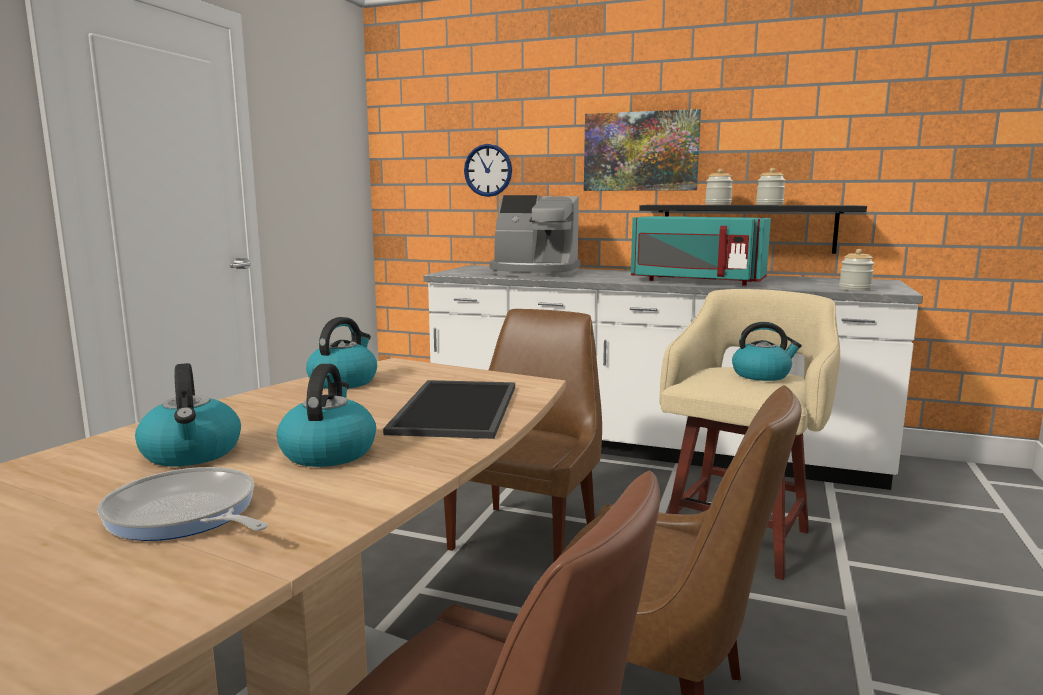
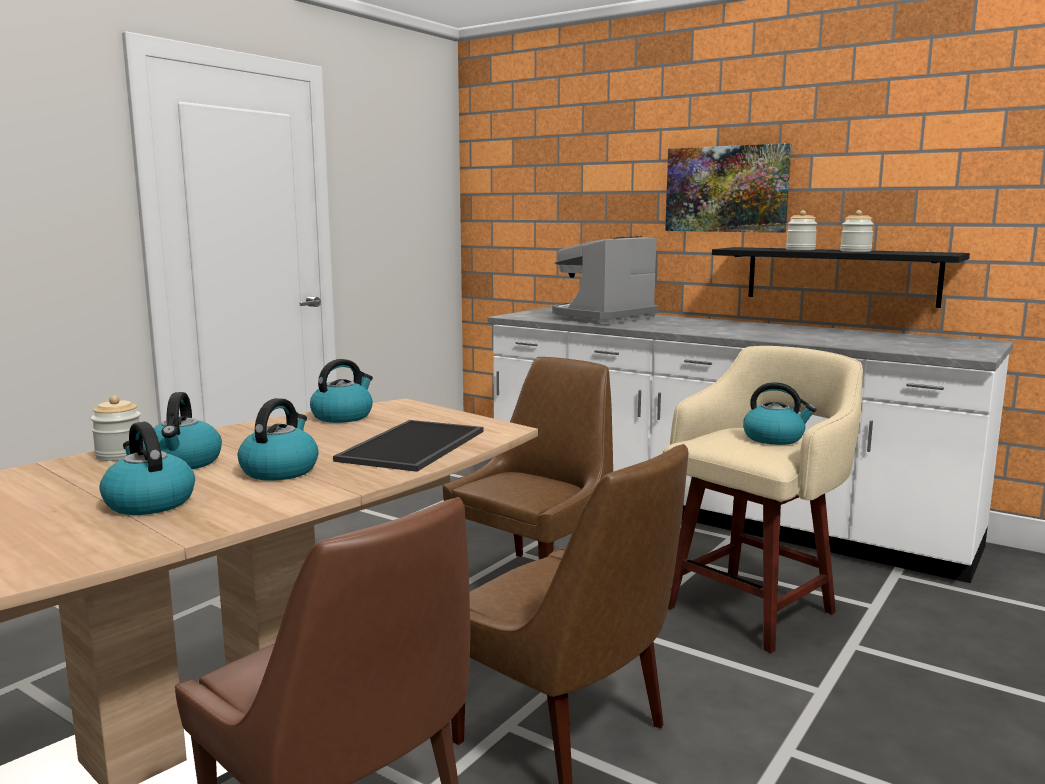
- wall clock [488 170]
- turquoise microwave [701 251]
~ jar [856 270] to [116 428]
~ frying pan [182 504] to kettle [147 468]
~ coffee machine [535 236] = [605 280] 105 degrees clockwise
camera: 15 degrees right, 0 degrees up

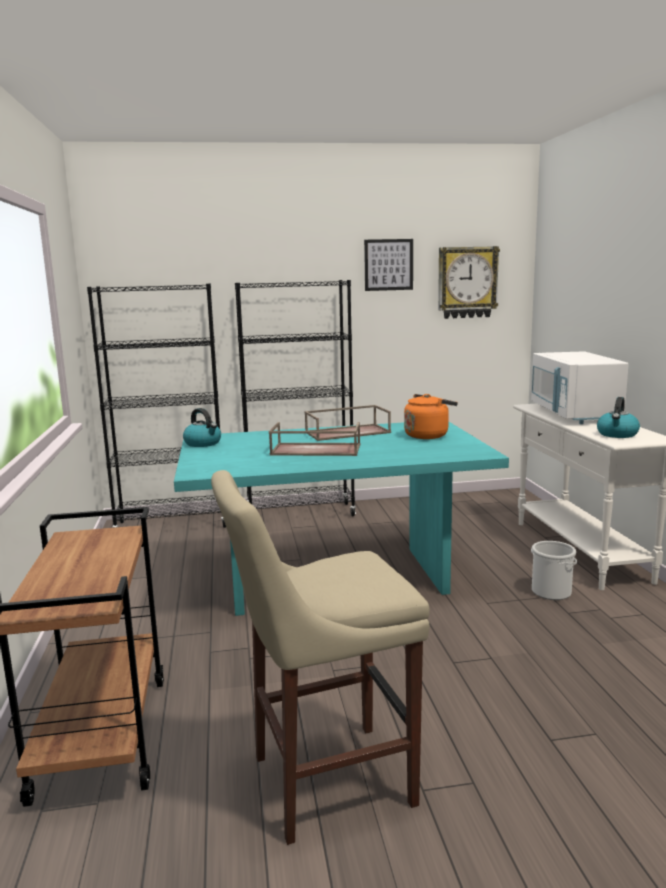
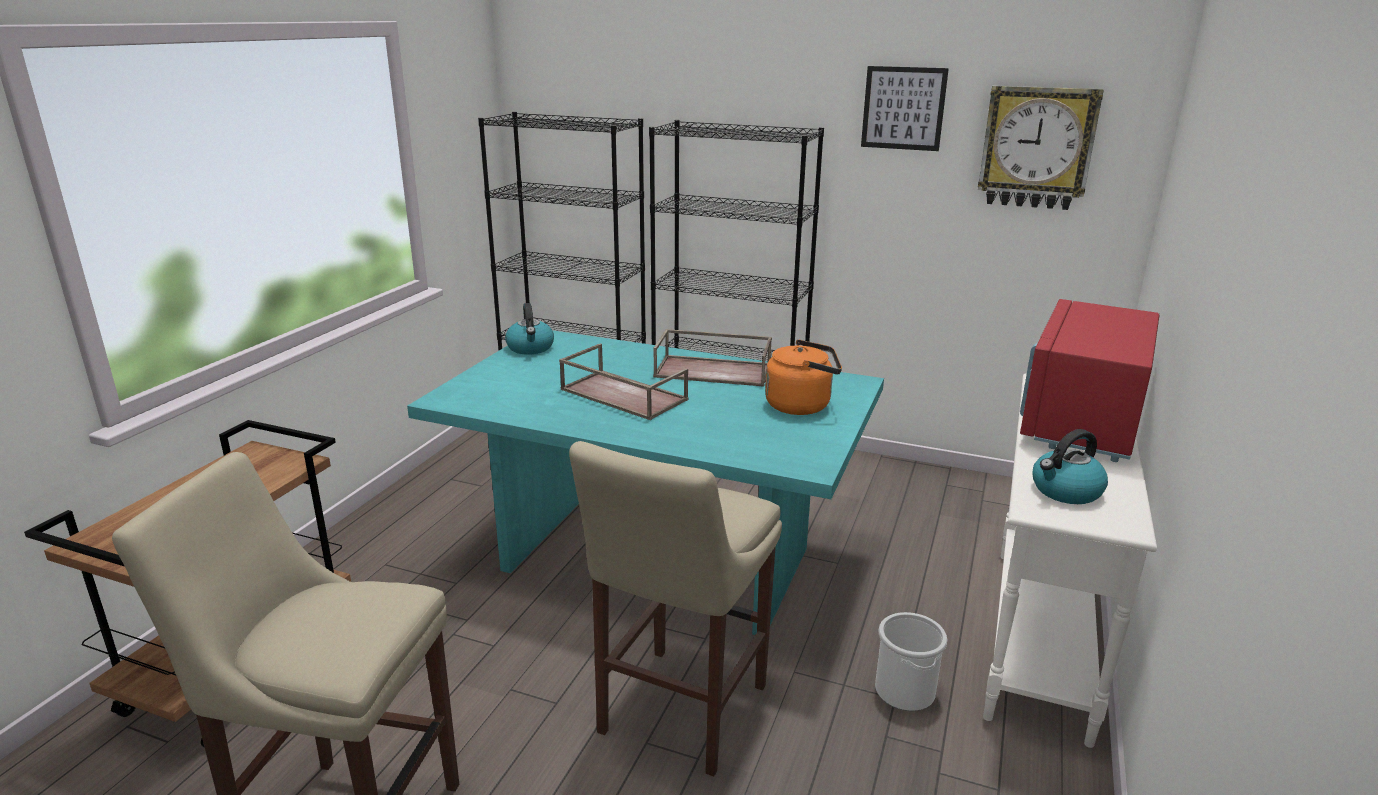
+ beige stool [675 609]
~ white microwave [580 387] to red microwave [1089 380]
camera: 30 degrees right, 10 degrees up

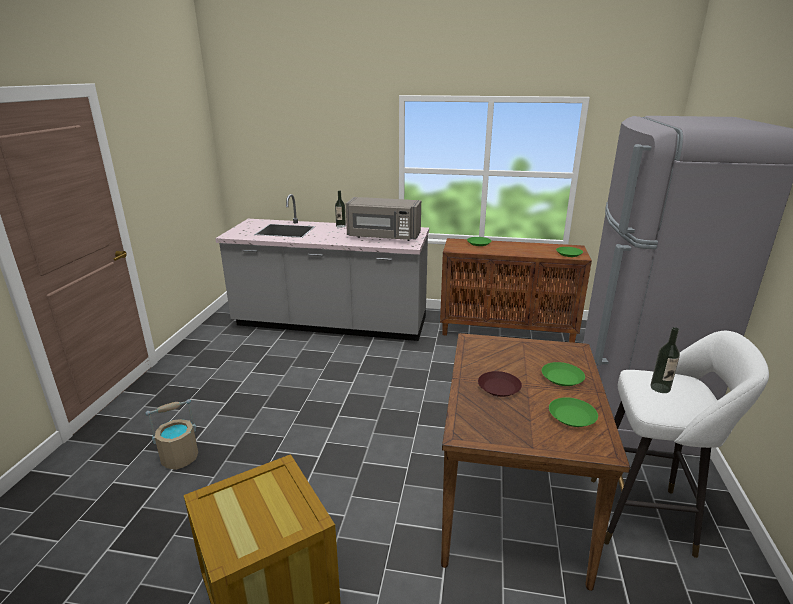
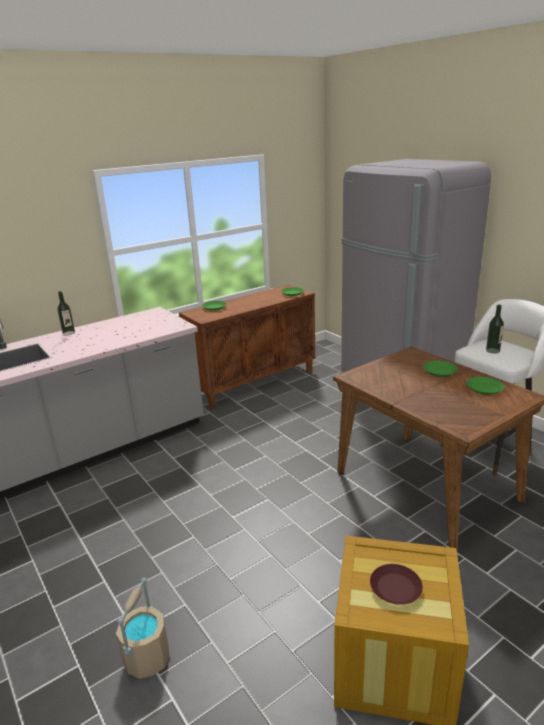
- grey microwave [383 219]
~ brown plate [500 384] to [396 584]
camera: 45 degrees left, 0 degrees up

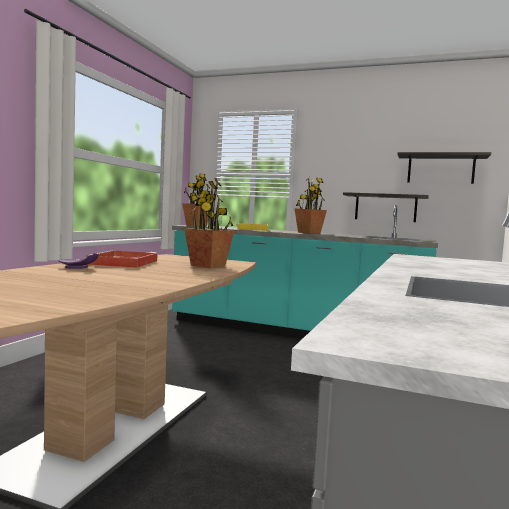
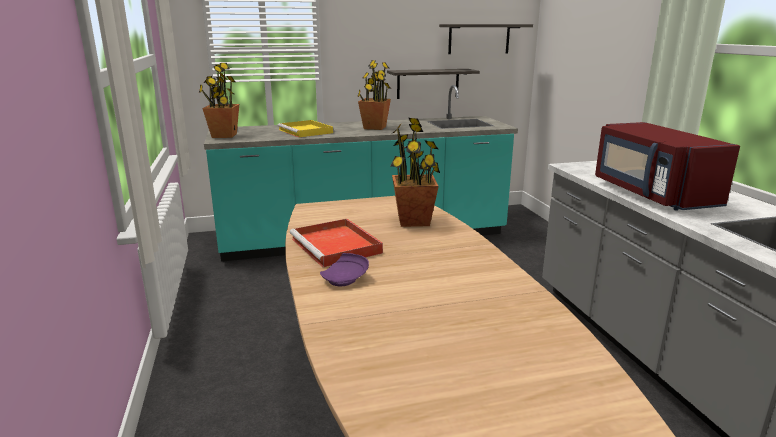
+ red microwave [667 166]
camera: 35 degrees left, 15 degrees up

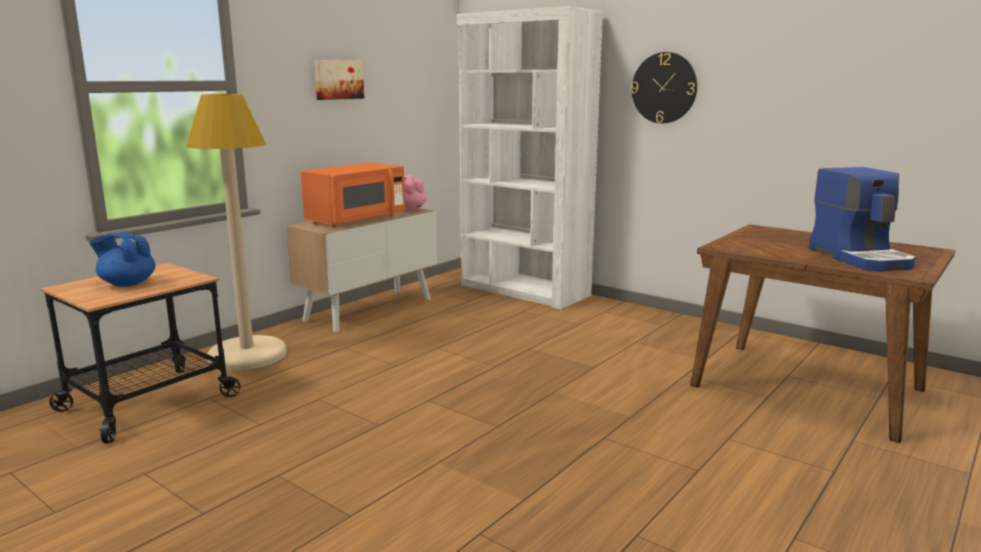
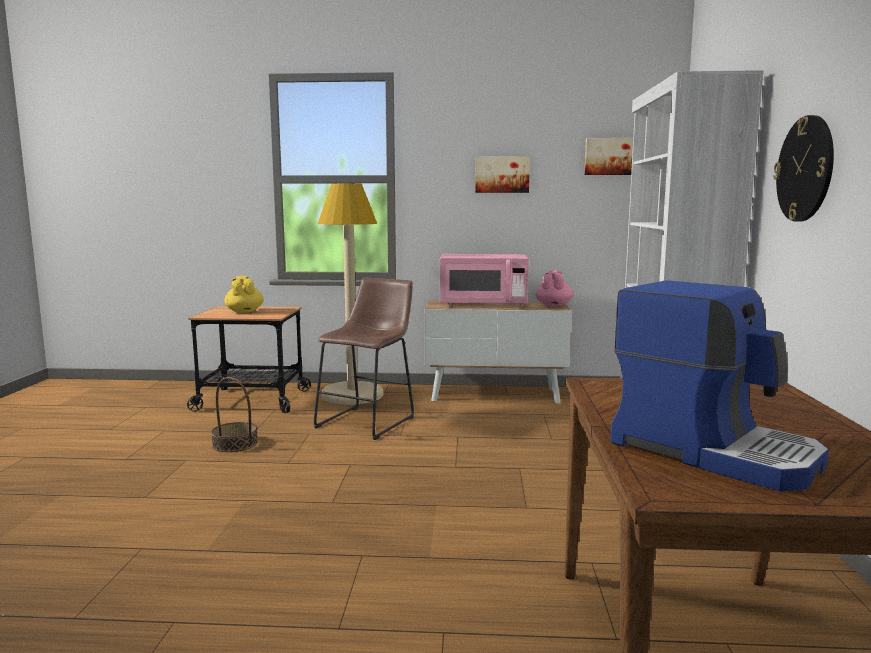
+ basket [234 414]
+ brown stool [364 358]
+ picture [608 156]
~ blue teapot [122 259] to yellow teapot [244 294]
~ orange microwave [353 195] to pink microwave [484 280]
~ coffee machine [862 219] = [719 385] 90 degrees counterclockwise
camera: 55 degrees right, 5 degrees down

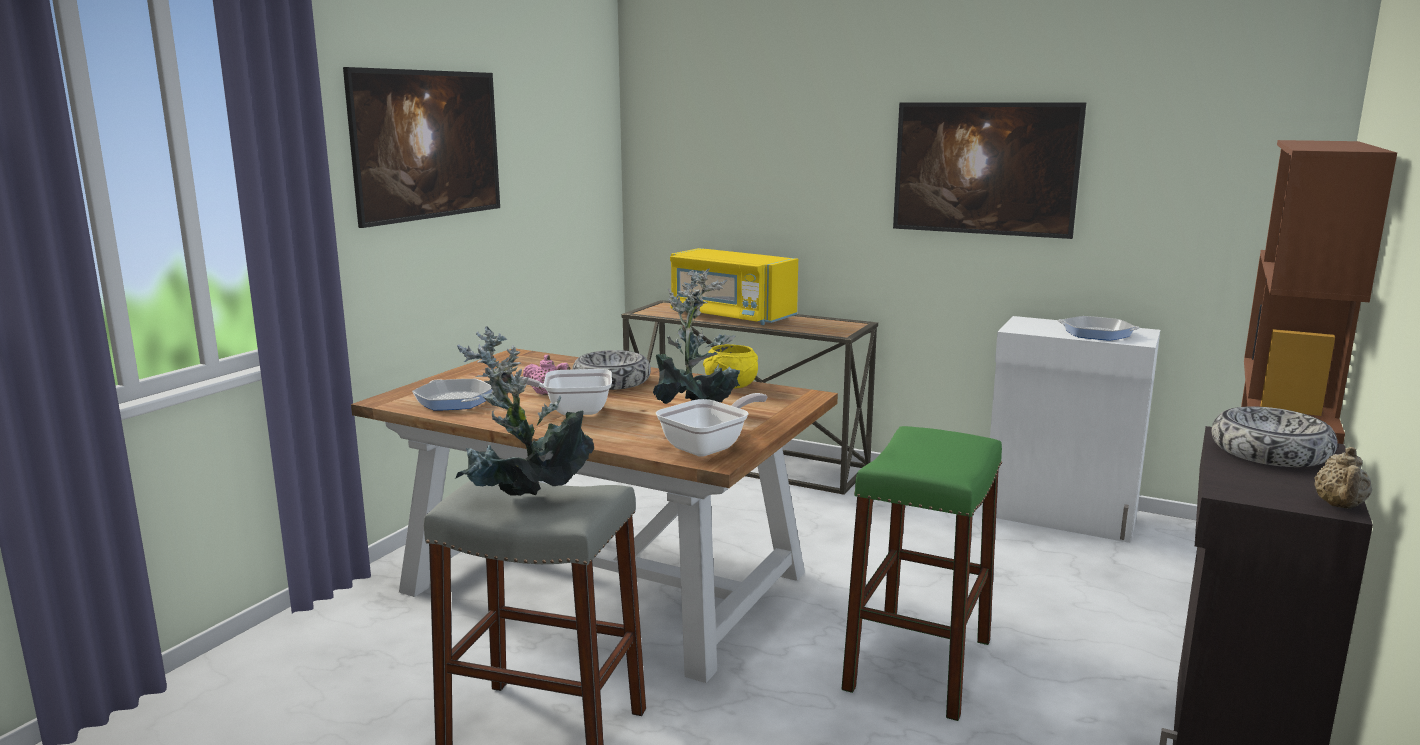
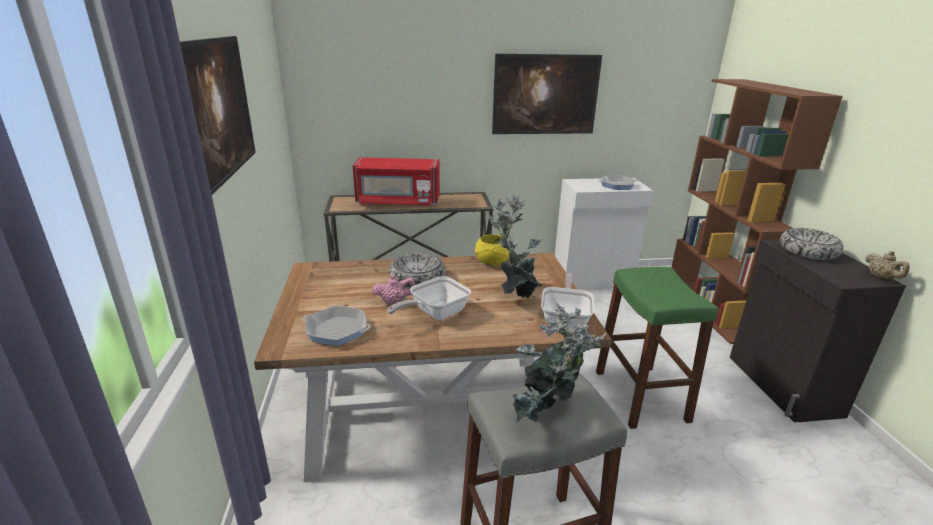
~ yellow microwave [734 286] to red microwave [396 181]
camera: 35 degrees left, 10 degrees up

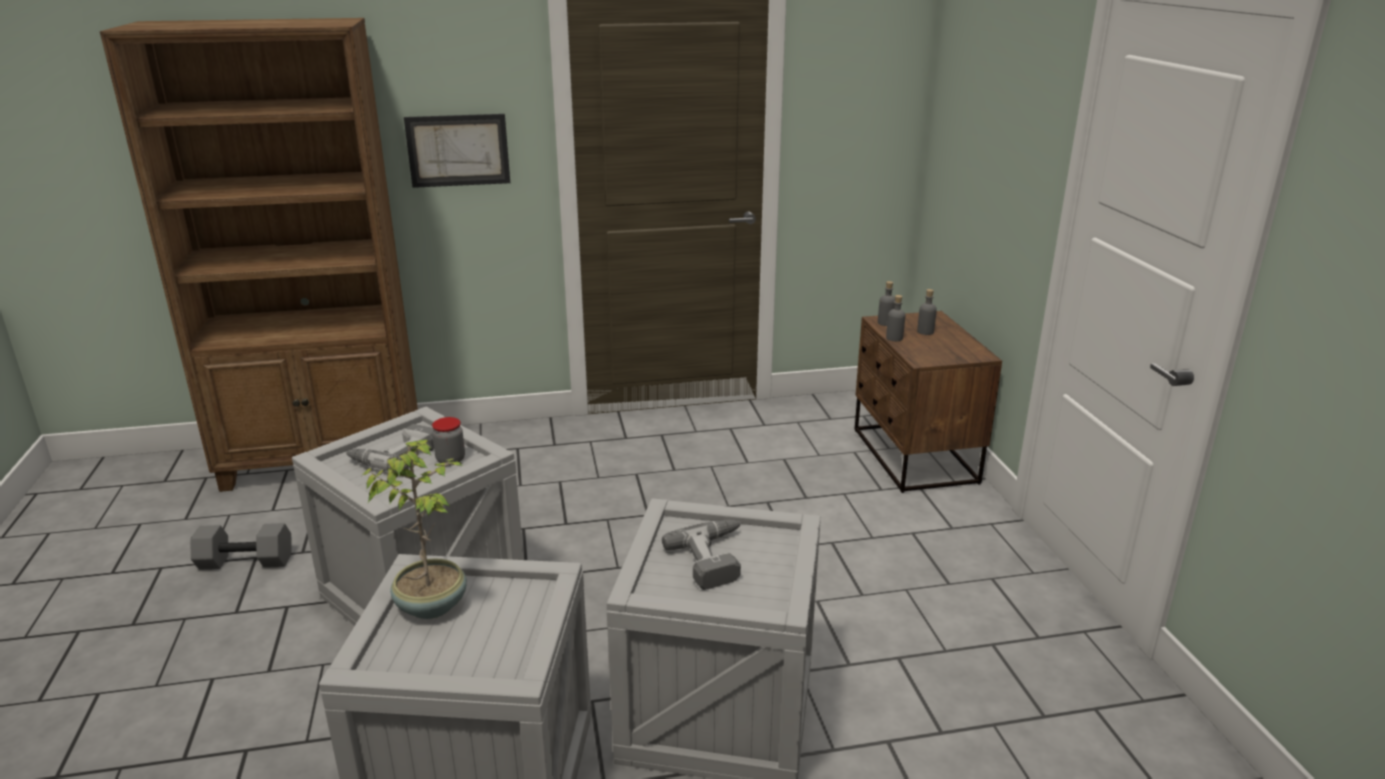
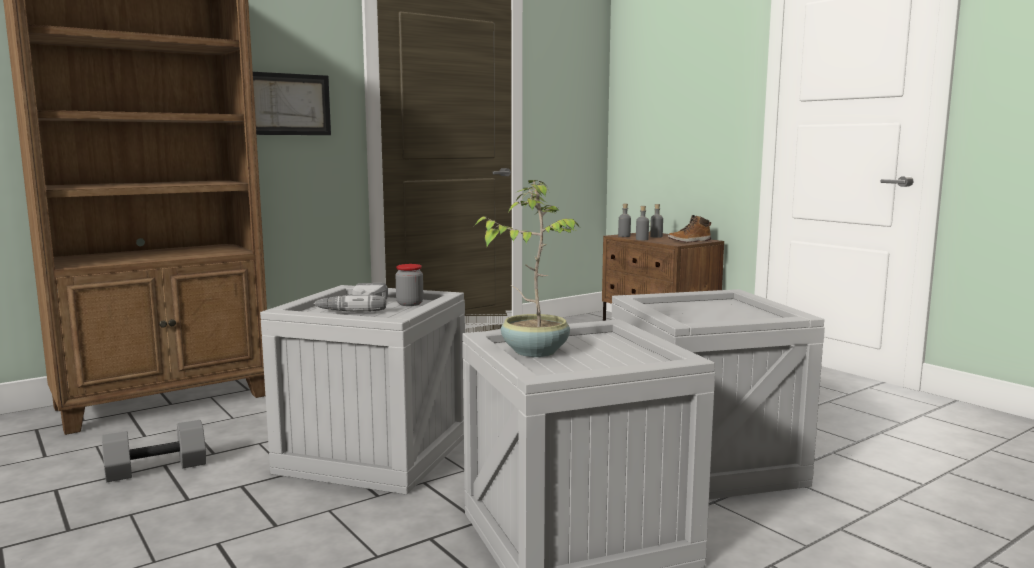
- power drill [701 555]
+ boot [689 228]
camera: 25 degrees left, 15 degrees down

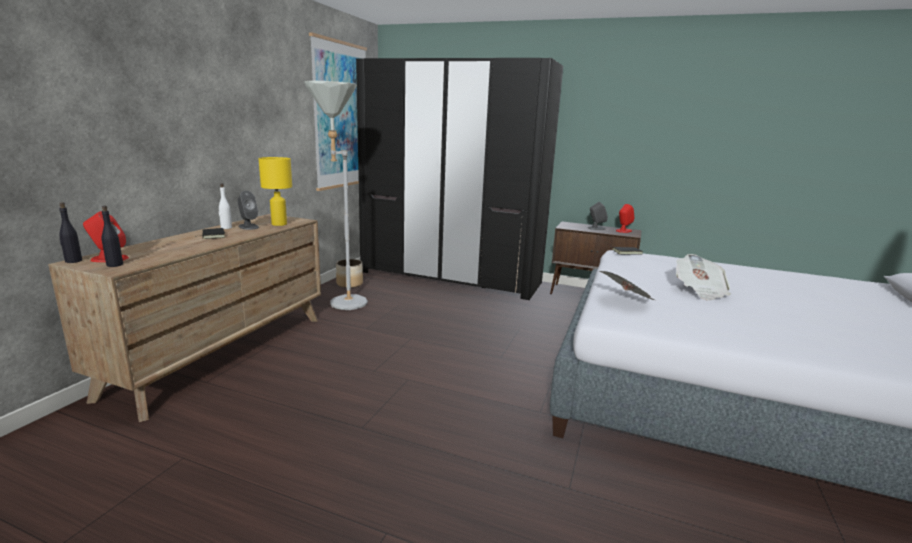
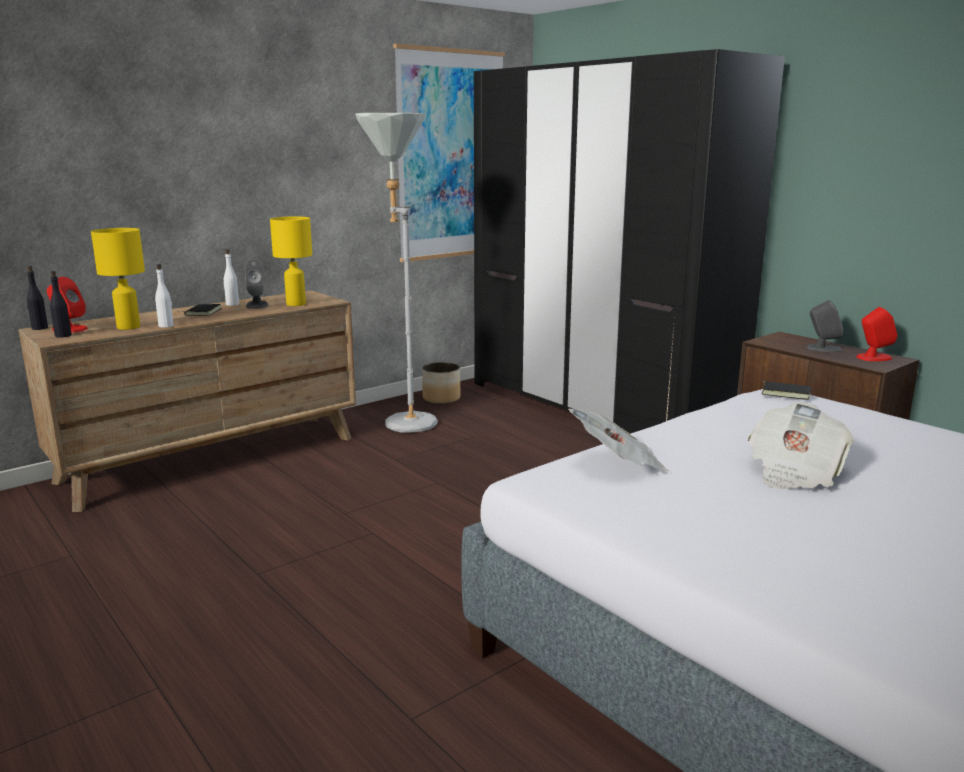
+ yellow table lamp [118 279]
+ white bottle [164 296]
camera: 30 degrees right, 0 degrees up

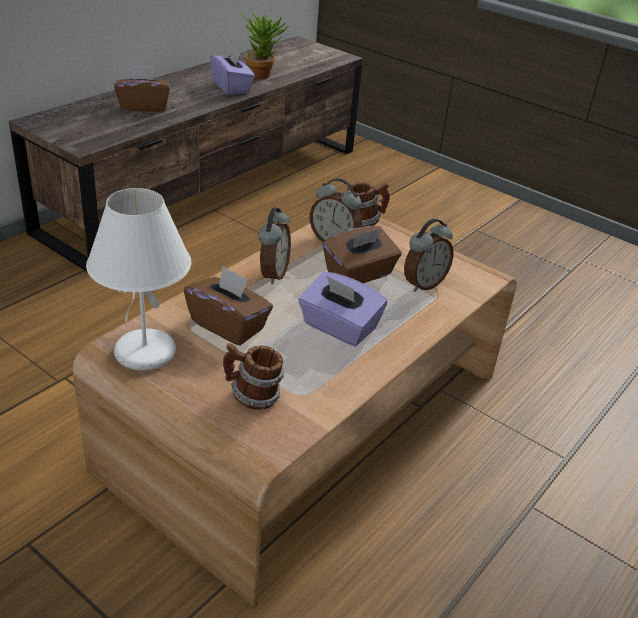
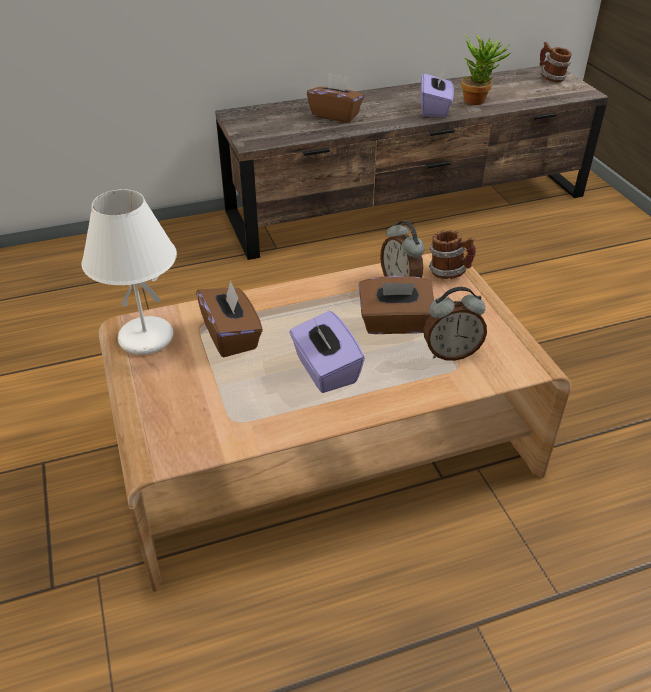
- alarm clock [274 246]
~ mug [253 376] to [555 62]
camera: 35 degrees right, 5 degrees up

